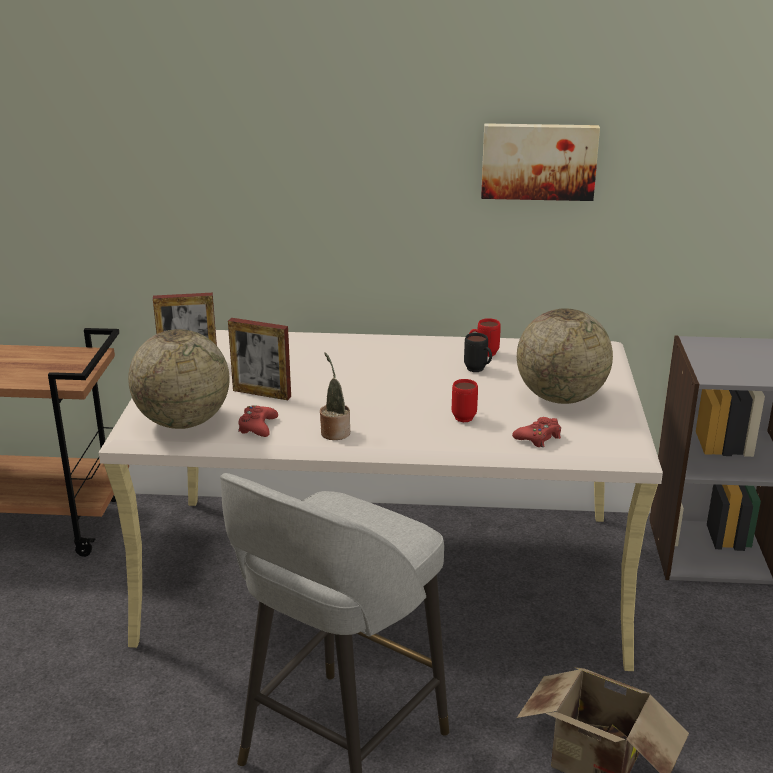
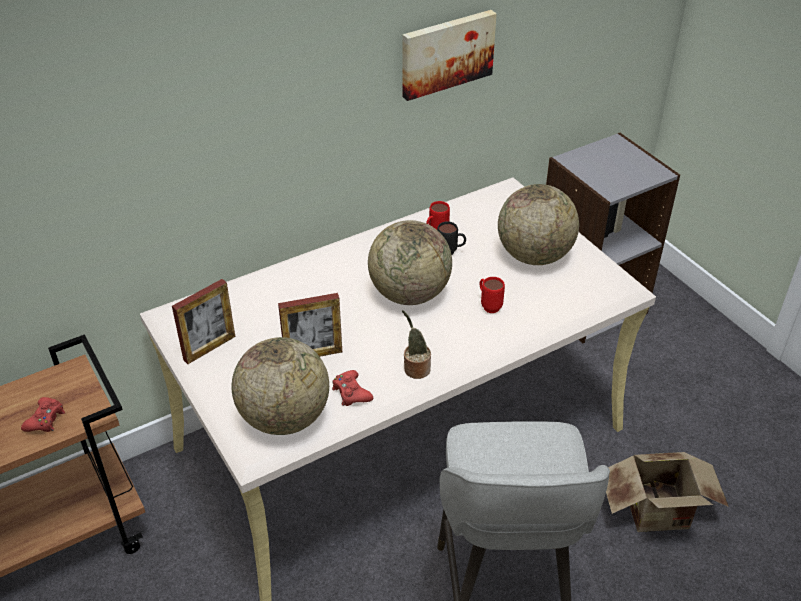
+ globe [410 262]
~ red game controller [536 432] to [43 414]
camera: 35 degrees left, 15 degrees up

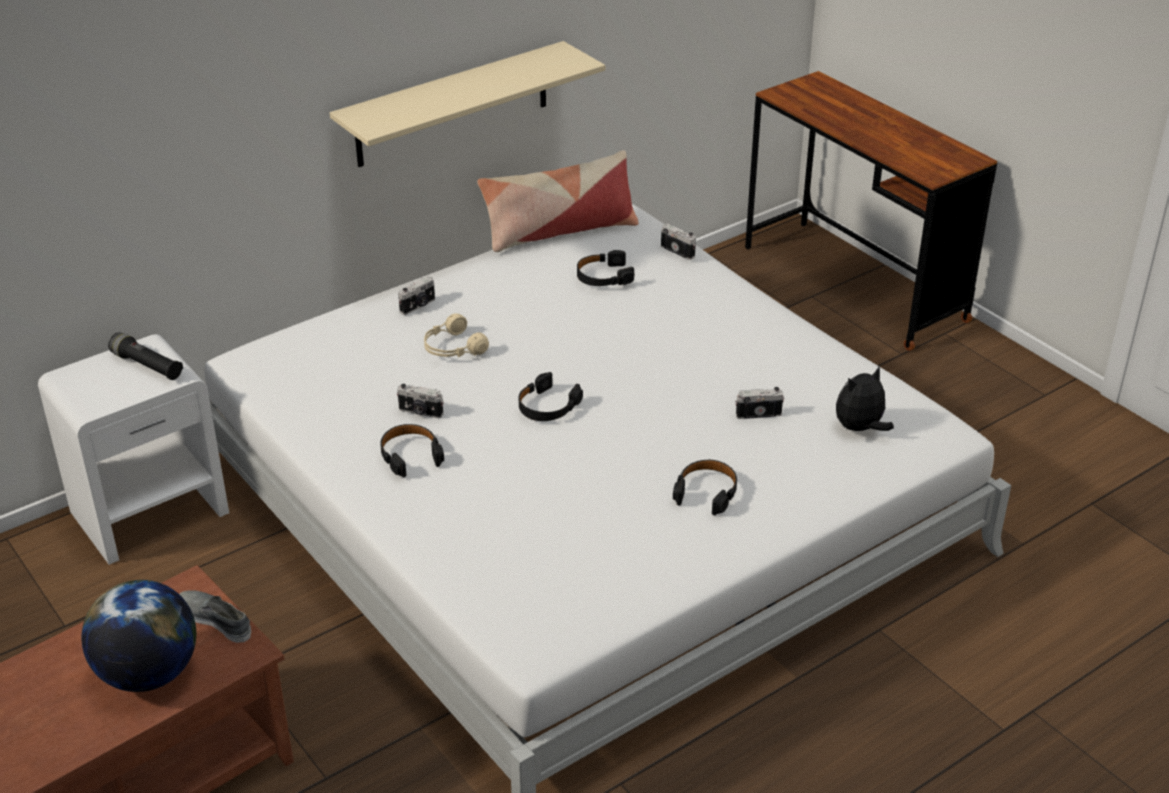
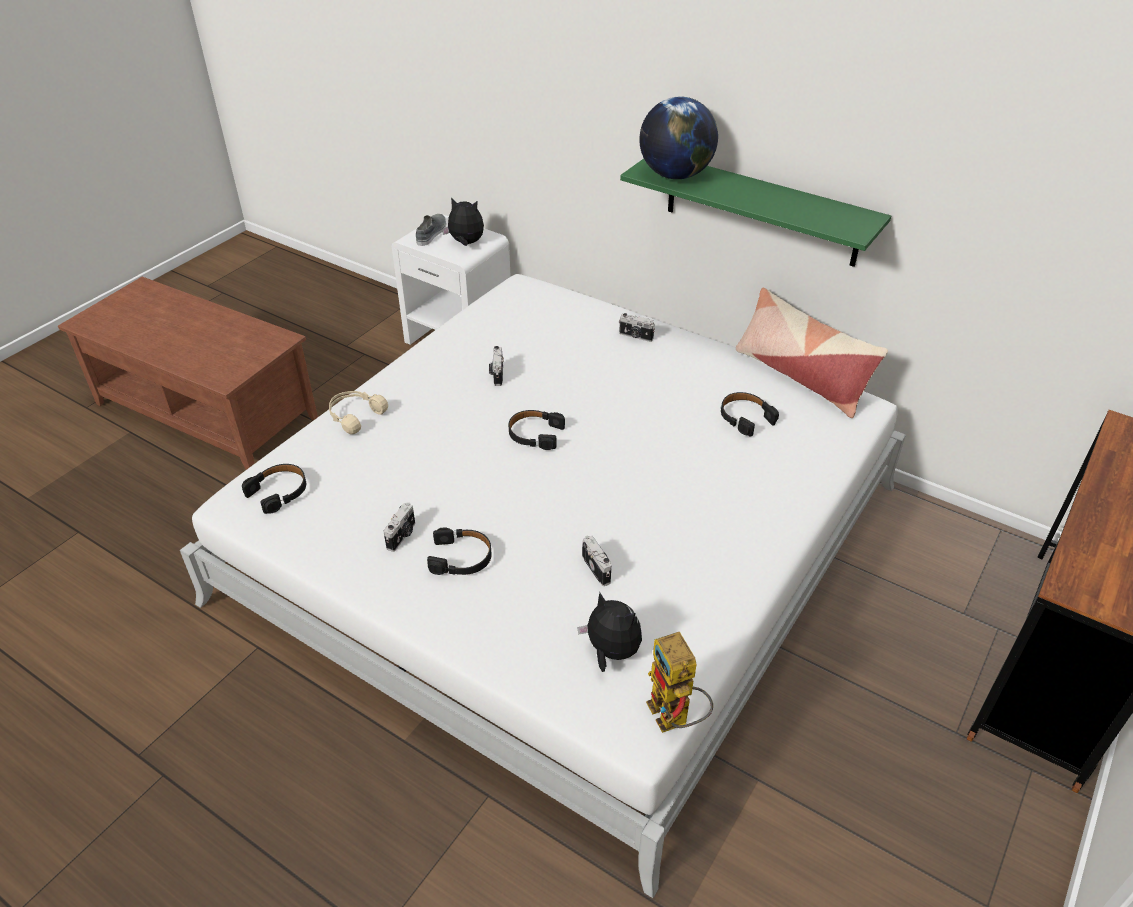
+ toy robot [679 682]
~ globe [139 636] to [678 138]
~ grey shoe [215 616] to [431 230]
~ black headphones [412 450] to [274 489]
~ beige headphones [456 335] to [358 412]
~ photo camera [678 241] to [399 527]
~ black flashlight [145 356] to plush toy [463 221]
~ beige shelf [467 104] to green shelf [755 213]
camera: 70 degrees right, 5 degrees up

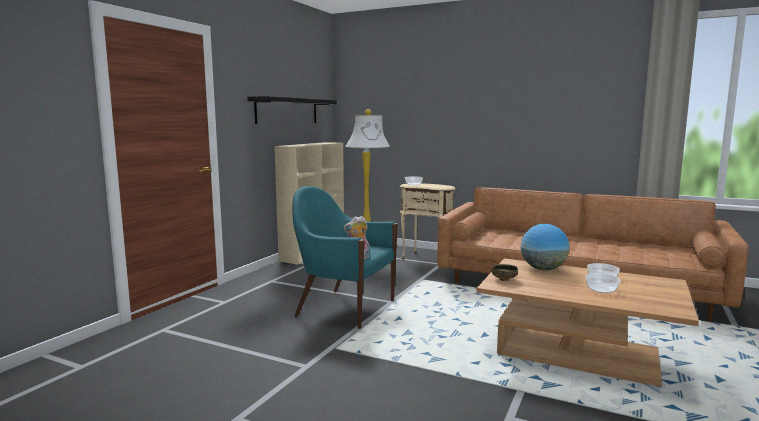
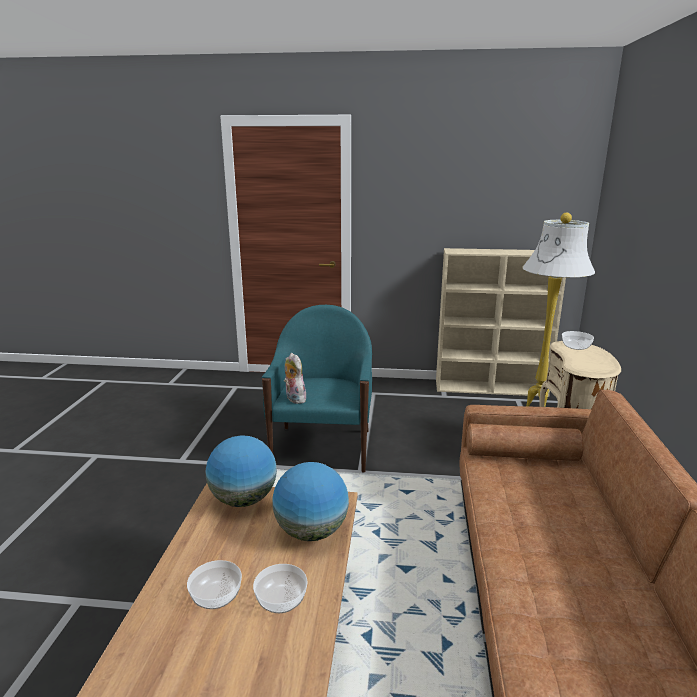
- black shelf [292 110]
~ bowl [504 272] to globe [241 471]
camera: 70 degrees right, 10 degrees up

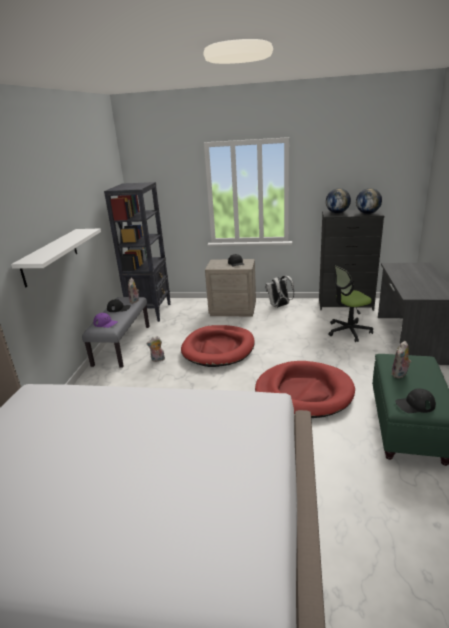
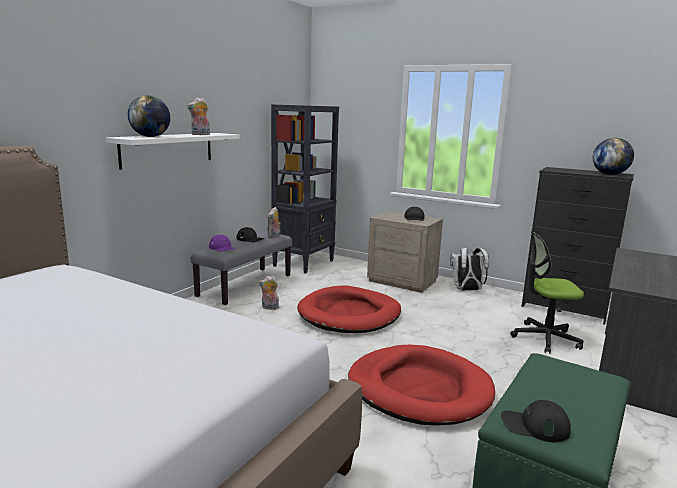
~ globe [338 200] to [149 116]
~ plush toy [401 359] to [198 116]
camera: 20 degrees right, 10 degrees down

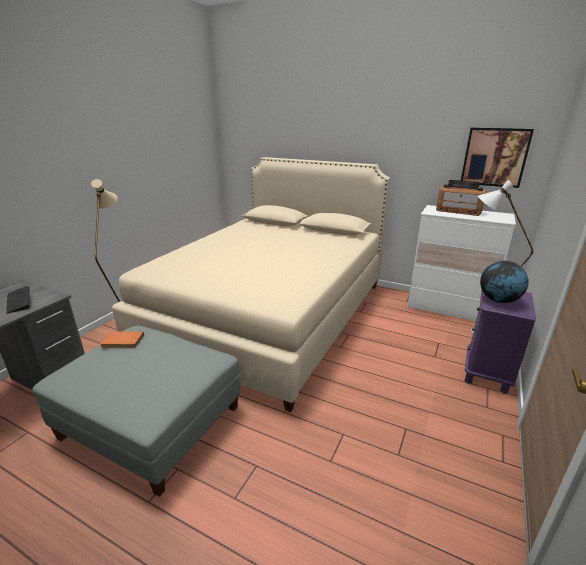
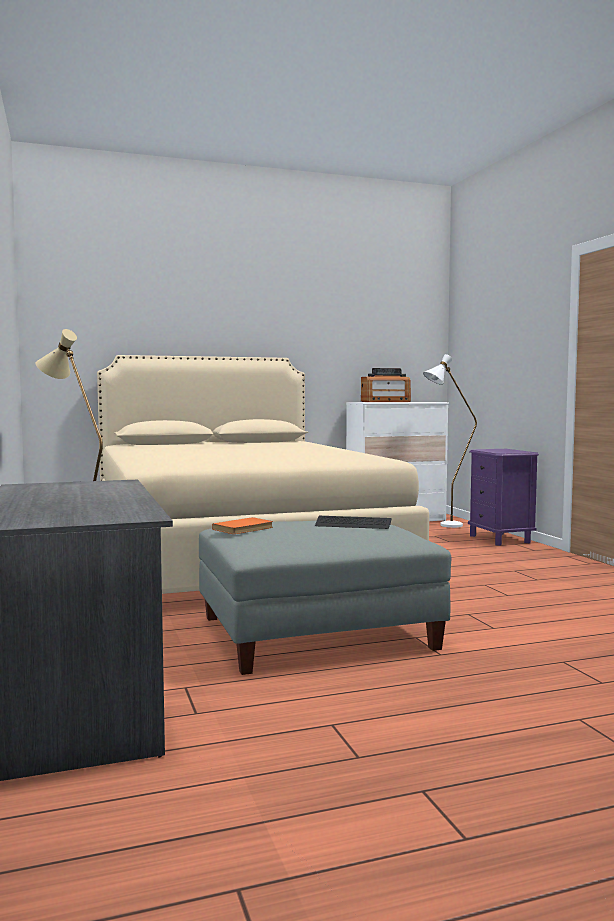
- picture [497 158]
- globe [504 282]
~ keyboard [18 300] to [353 522]
camera: 45 degrees left, 20 degrees down

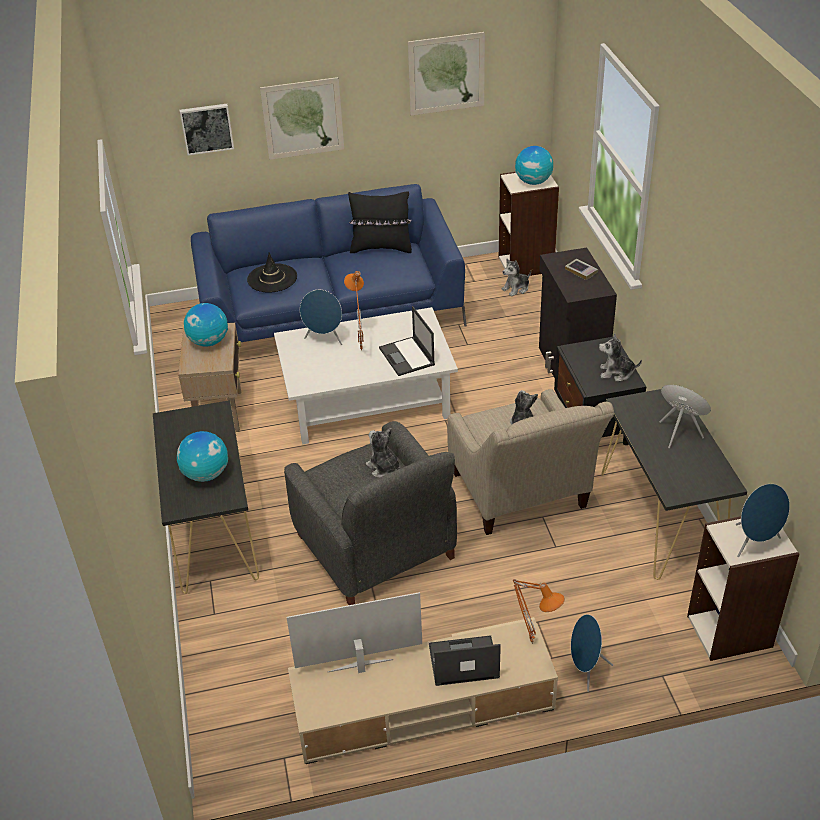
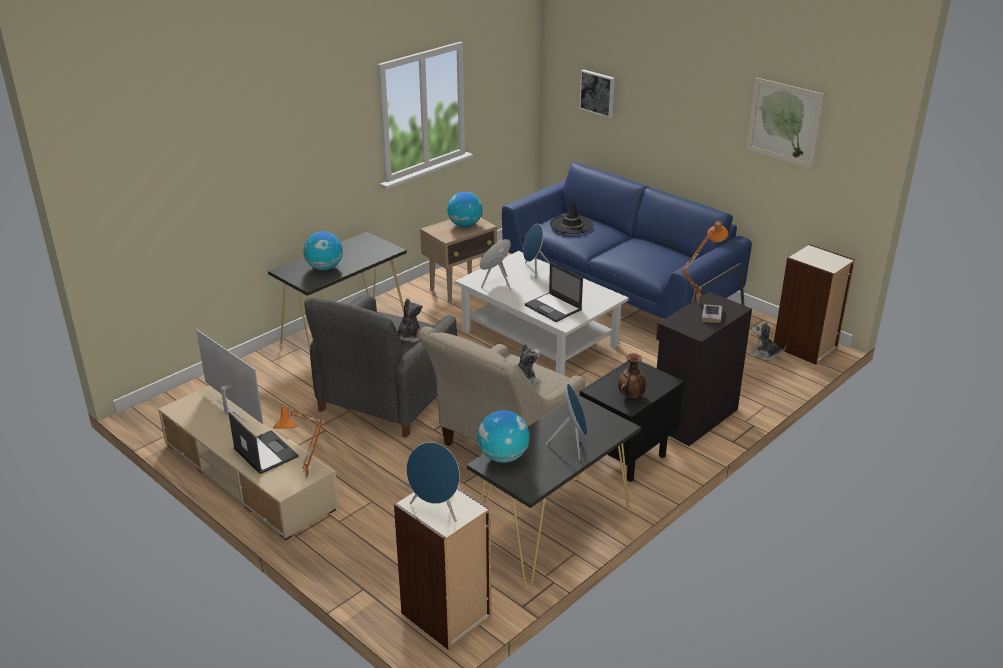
- picture [302 118]
- black pillow [380 222]
~ orange table lamp [354 311] to [704 262]
~ globe [534 165] to [503 436]
~ blue speaker [592 653] to [495 265]
~ plush toy [620 357] to vase [632 375]
~ laptop [407 341] = [554 292] 75 degrees counterclockwise
camera: 55 degrees right, 10 degrees down

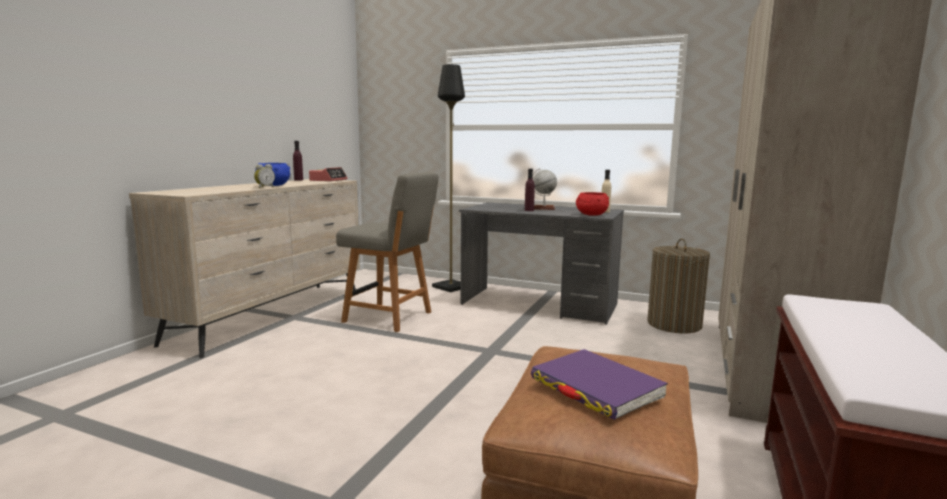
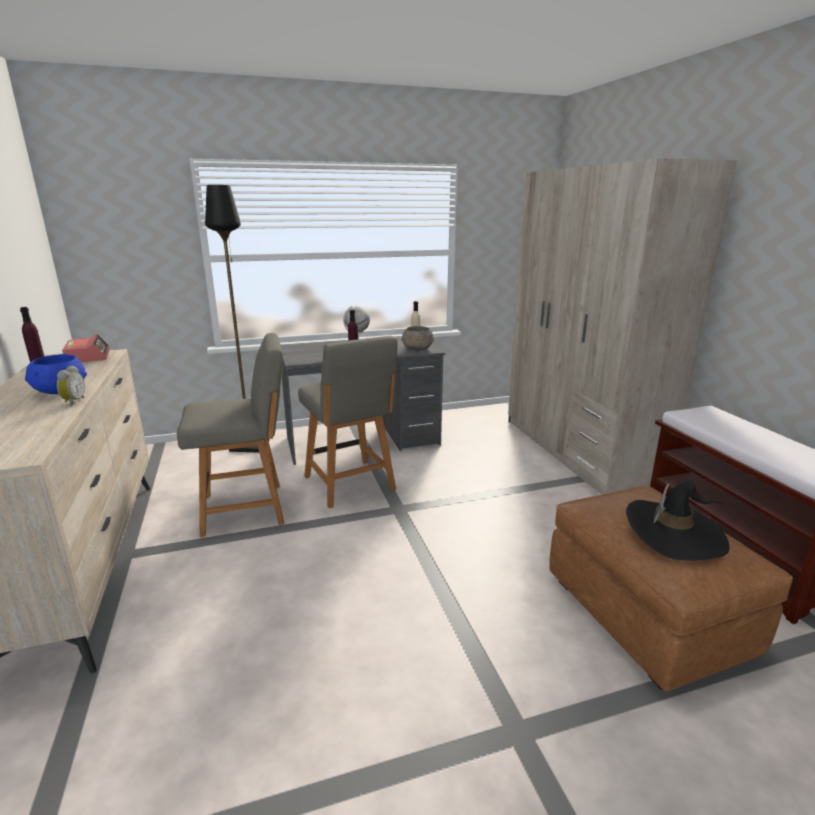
- laundry basket [678 285]
+ grey chair [347 422]
~ purple book [599 384] to black hat [678 520]
~ red bowl [592 204] to grey bowl [417 338]
camera: 40 degrees left, 10 degrees up

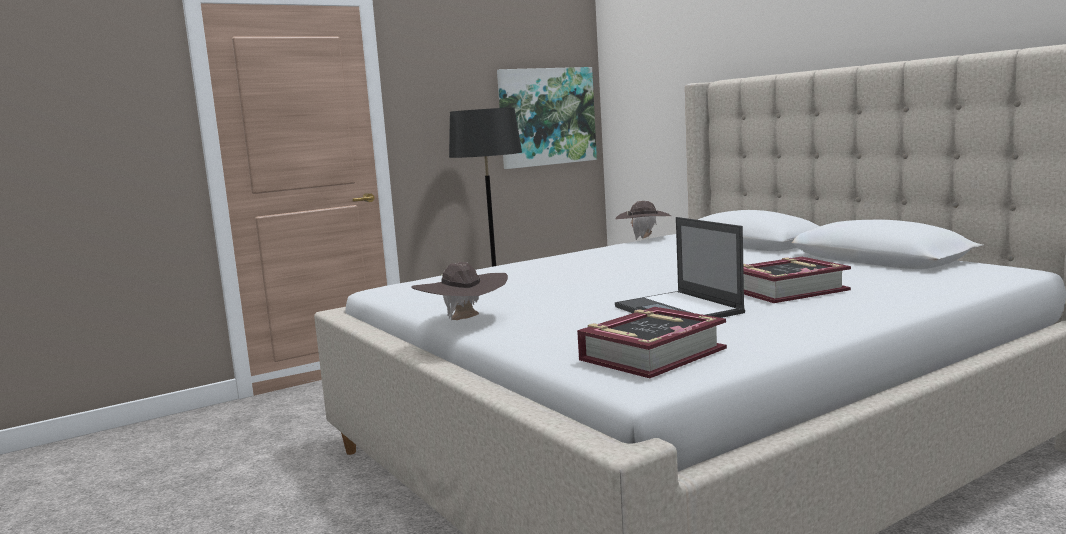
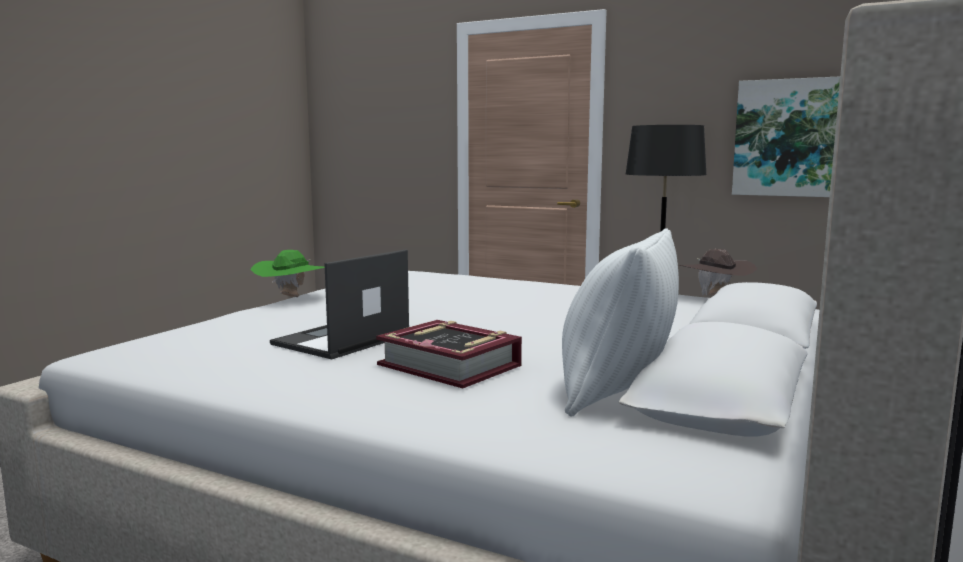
- book [652 342]
+ white pillow [620 322]
~ brown hat [459 291] to green hat [287 273]
camera: 60 degrees right, 0 degrees up

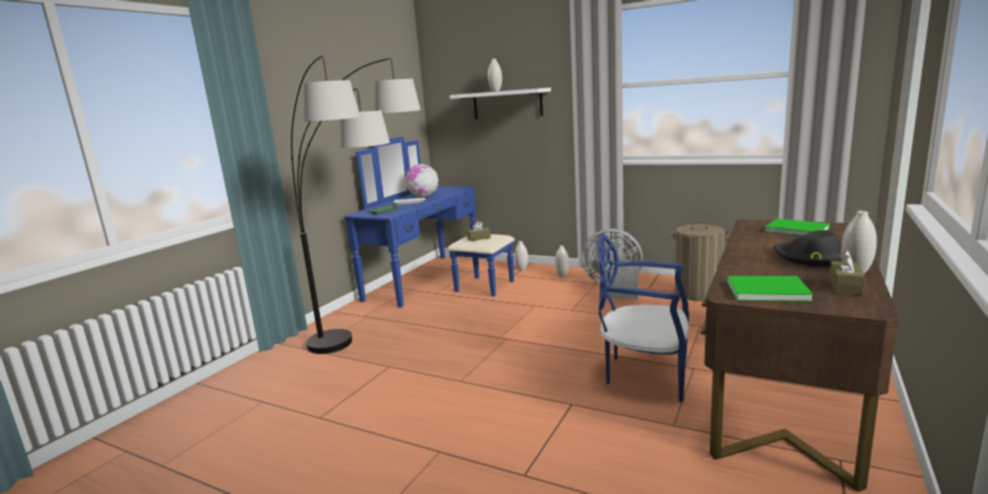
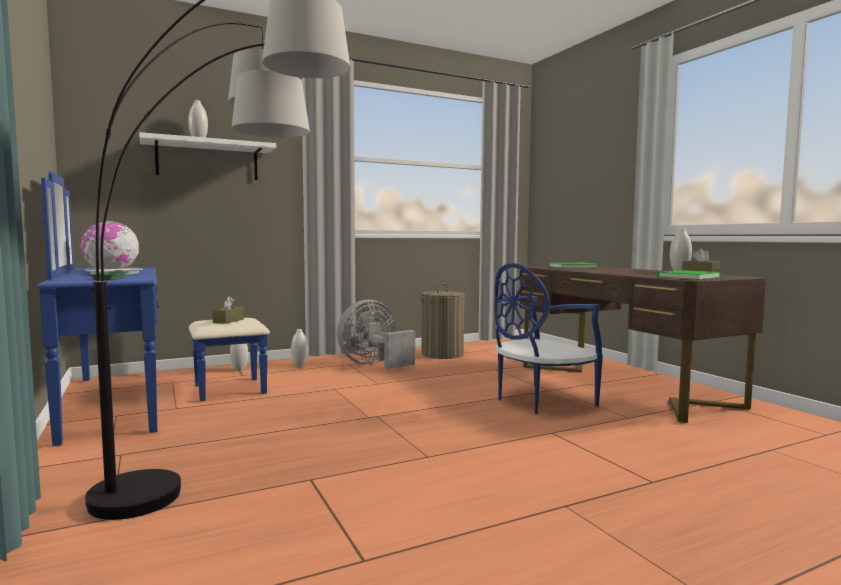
- black hat [807 248]
camera: 55 degrees left, 10 degrees down

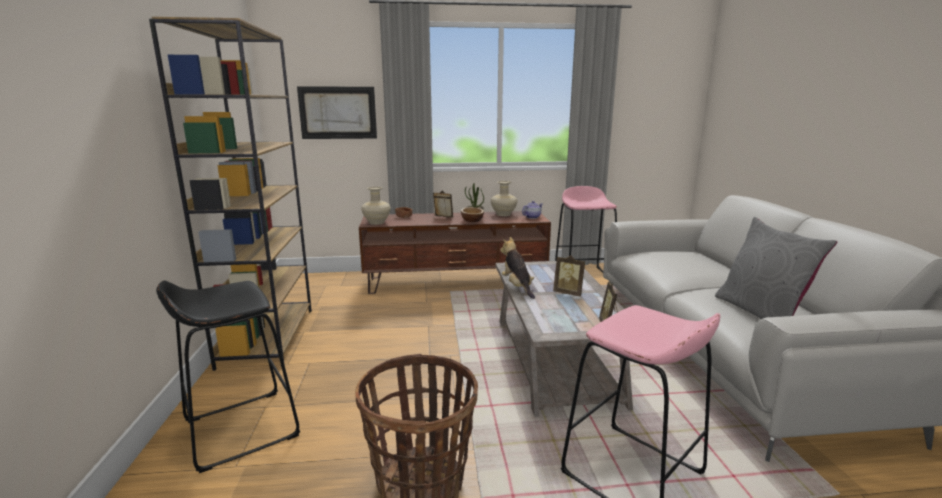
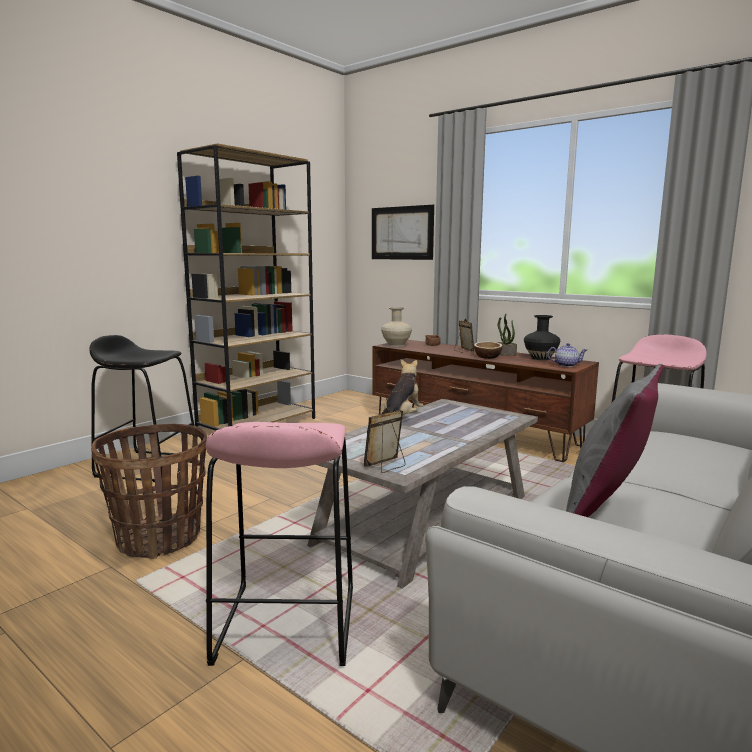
- picture frame [569 275]
~ beige vase [504 198] to black vase [542 337]
camera: 45 degrees right, 5 degrees down

